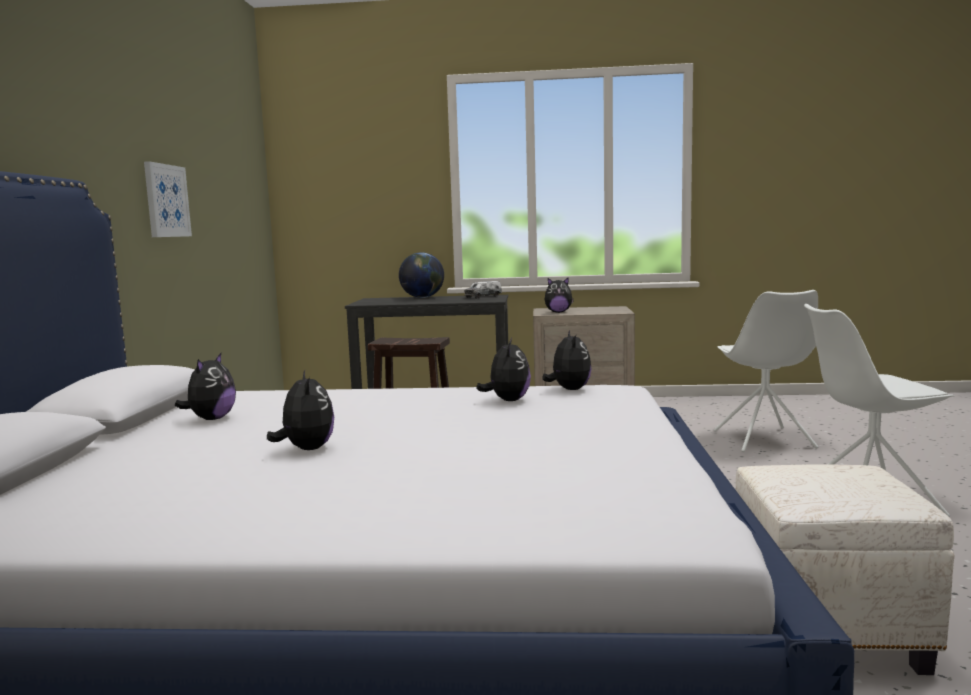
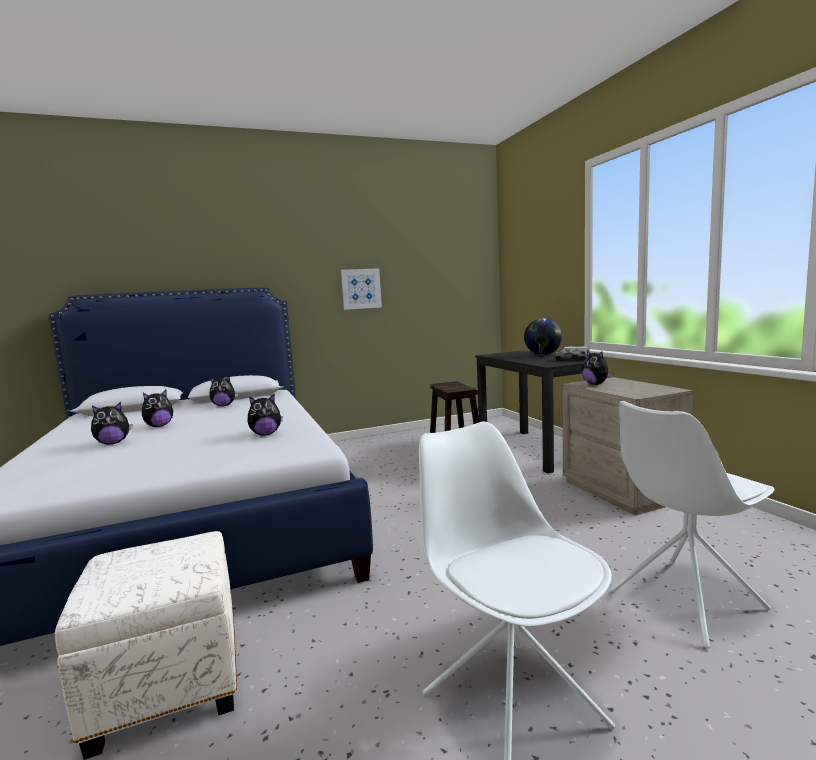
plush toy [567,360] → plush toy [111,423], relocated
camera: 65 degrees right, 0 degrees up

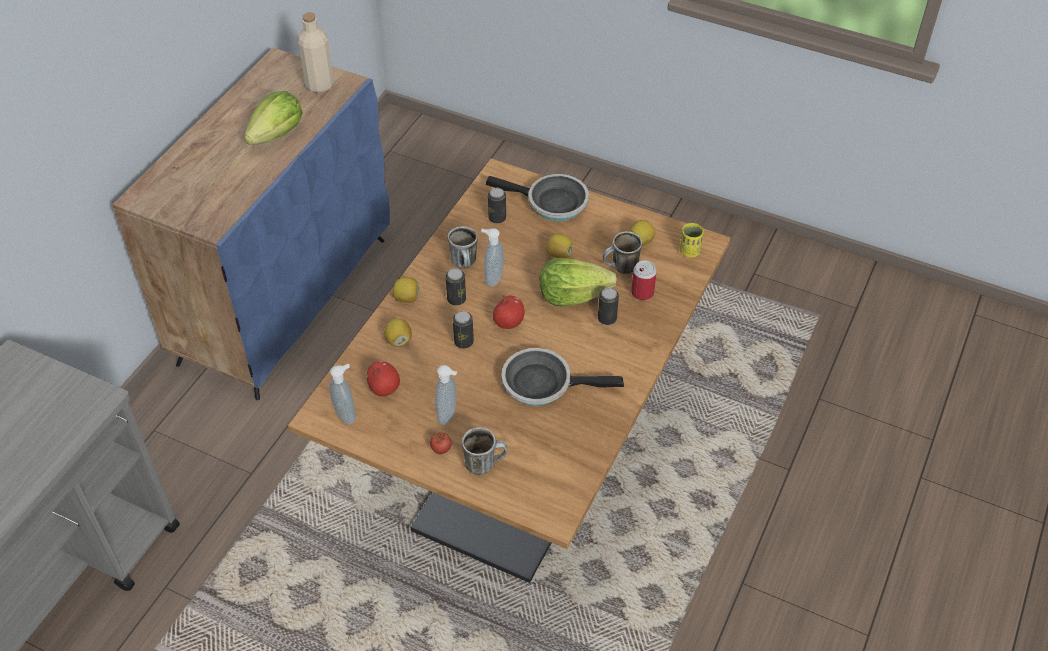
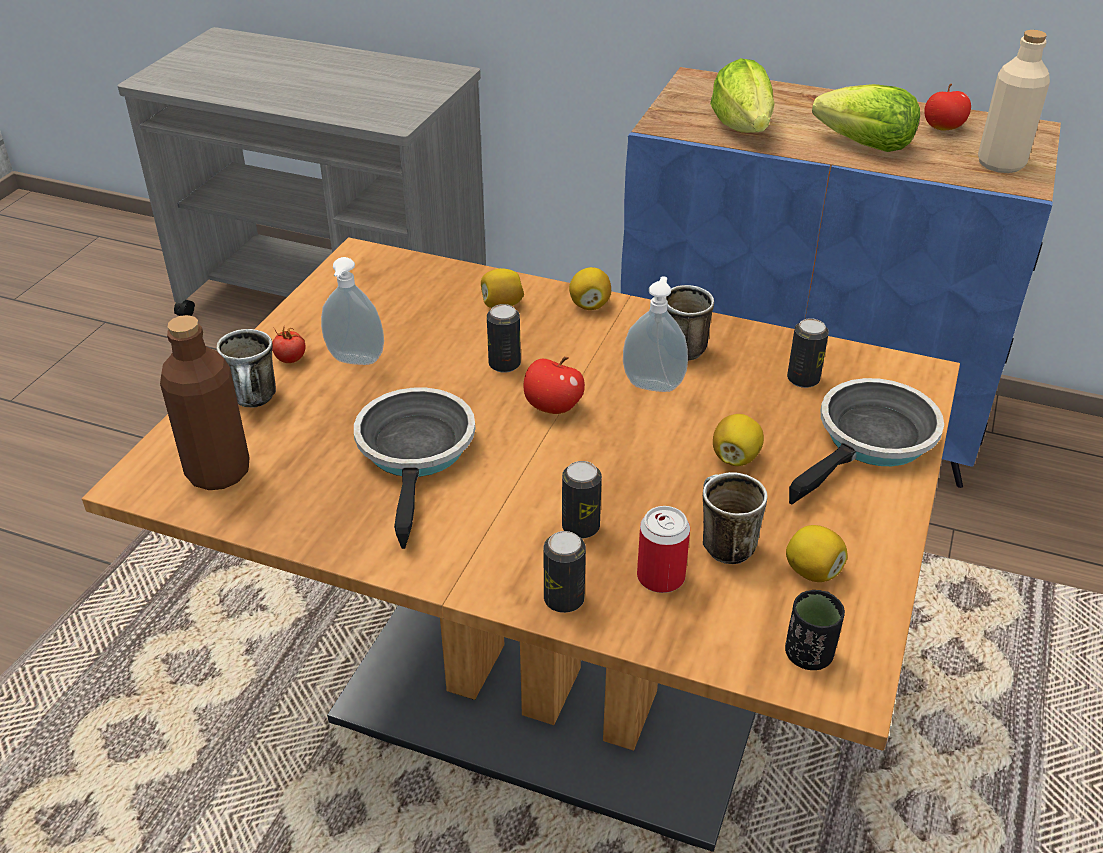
frying pan [537,197] → frying pan [866,441], 150 degrees counterclockwise
cup in yellow [692,240] → cup in black [815,630]
lettuce [578,282] → lettuce [742,95], relocated
can [456,286] → can [564,572], relocated
apple [383,379] → apple [947,107], relocated
soap dispenser [342,394] → -
- → bottle in brown [204,402]
camera: 85 degrees right, 10 degrees down

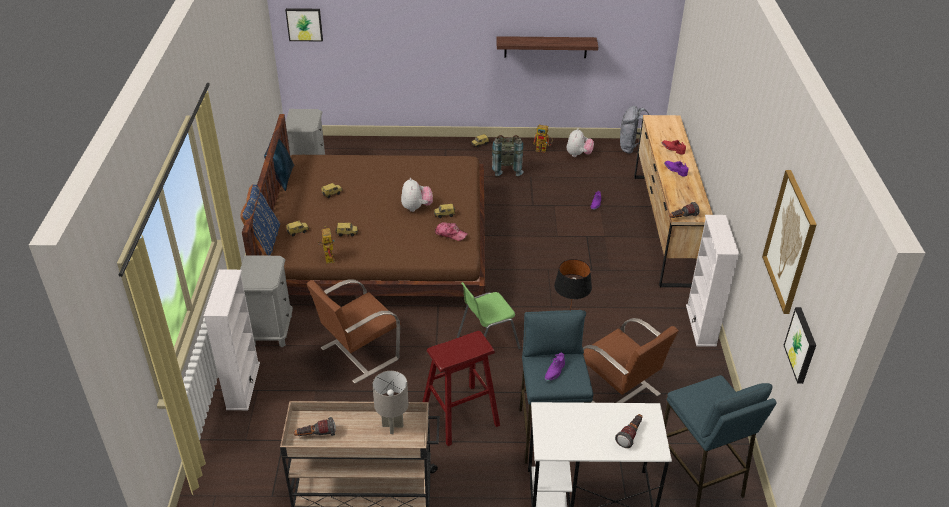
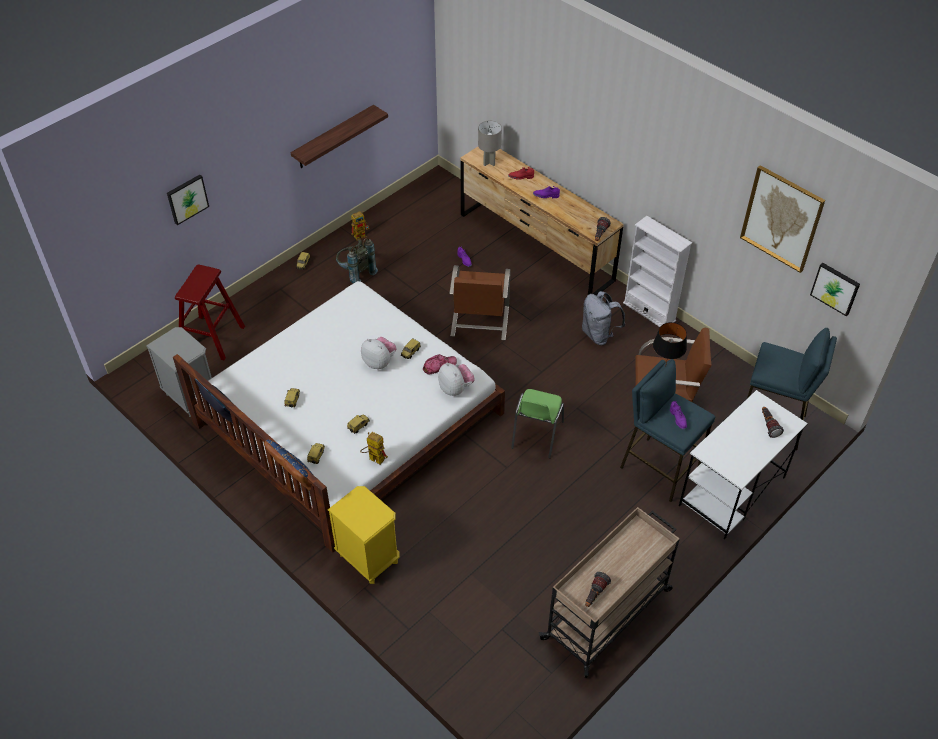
picture [304,25] → picture [188,200], relocated
backpack in grey [635,130] → backpack in grey [603,318], relocated
bed in brown [363,205] → bed in white [339,417]
plush toy [580,142] → plush toy [456,379], relocated
nightstand in grey [266,301] → nightstand in yellow [364,535]
bookcase in white [232,339] → -
chair in brown [353,331] → chair in brown [479,302], relocated
stool in red [461,388] → stool in red [210,312], relocated
table lamp in grey [390,402] → table lamp in grey [490,143], relocated
camera: 45 degrees left, 10 degrees up

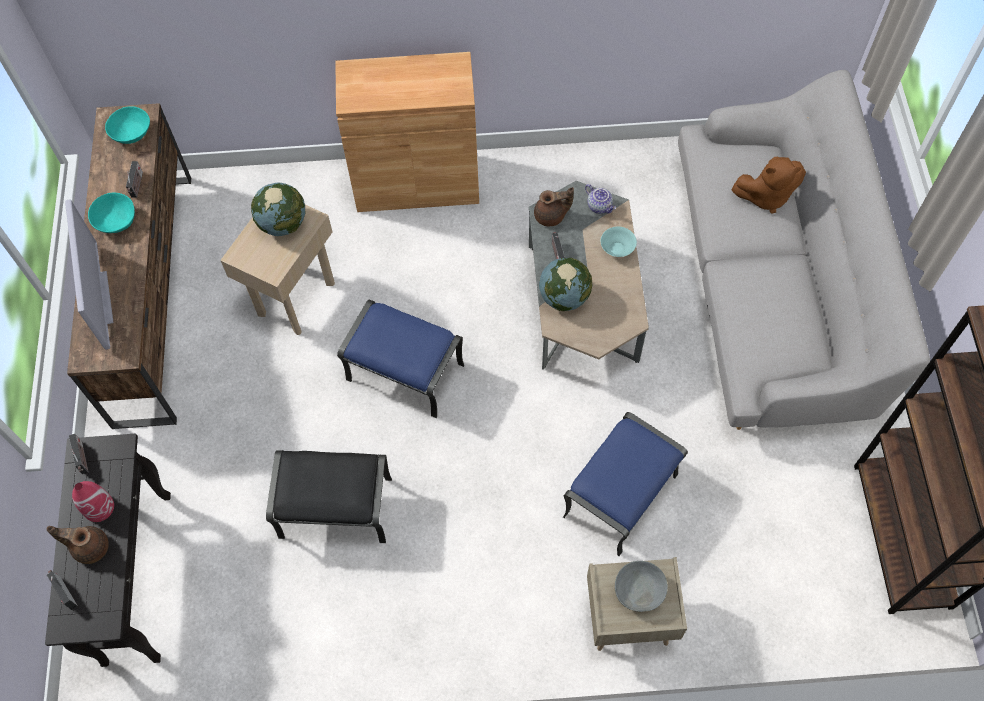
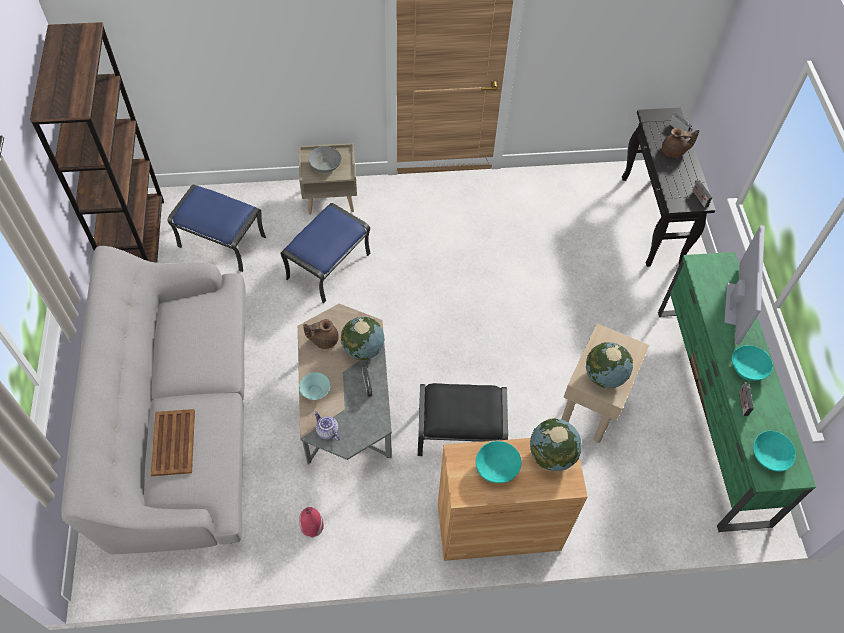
tv stand in brown [129,266] → tv stand in green [737,392]
plush toy in brown [768,185] → tray in brown [173,442]
teapot in brown [554,207] → teapot in brown [321,334], relocated
television [89,275] → television [744,284], 150 degrees counterclockwise
ottoman in blue [400,359] → ottoman in blue [217,228], relocated
ottoman in black [329,496] → ottoman in black [463,419], relocated
vase in red [93,501] → vase in red [311,522], relocated
- → globe [556,444]
- → bowl in turquoise [498,462]
camera: 175 degrees right, 5 degrees down

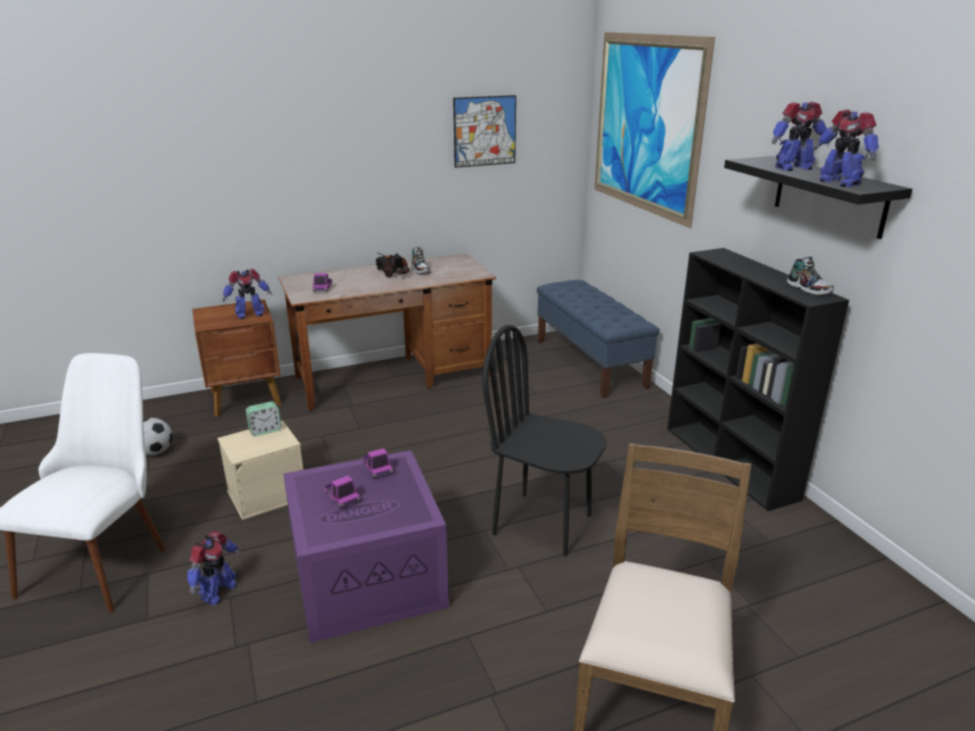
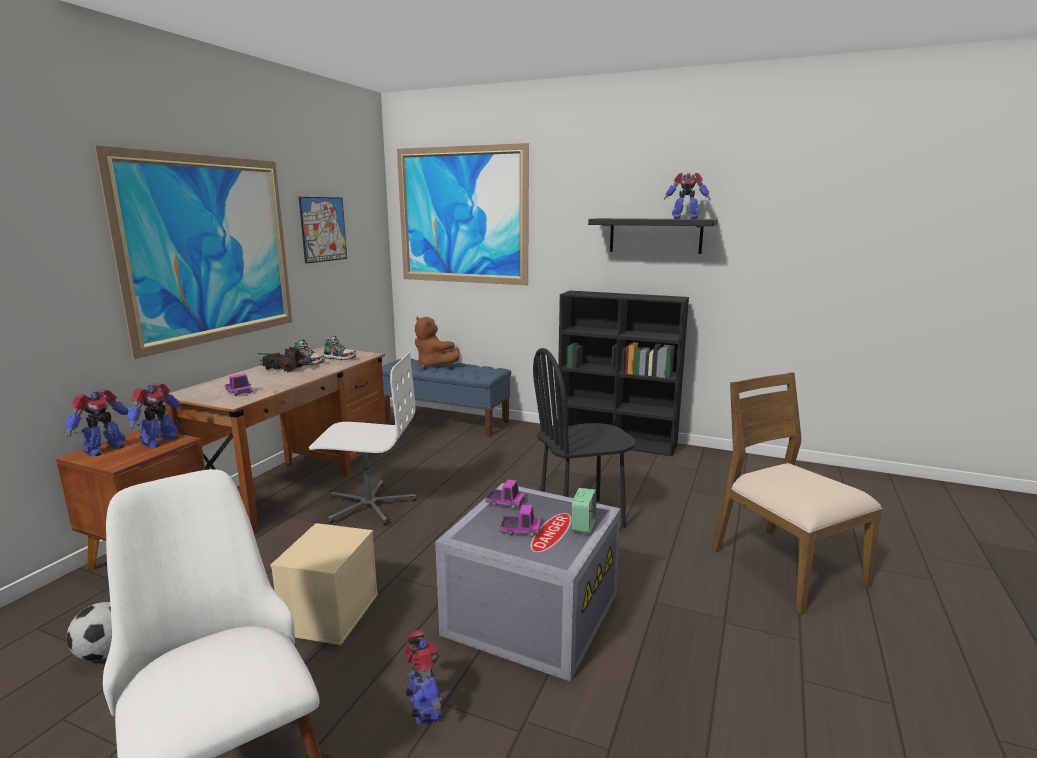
toy robot [799,136] → toy robot [97,423], relocated
shoe [810,276] → shoe [340,348], relocated
alarm clock [264,419] → alarm clock [584,511], relocated
storage box in purple [366,546] → storage box in grey [528,582]
- → picture [193,252]
- → plush toy in brown [437,342]
- → office chair in white [362,439]
camera: 45 degrees left, 10 degrees down

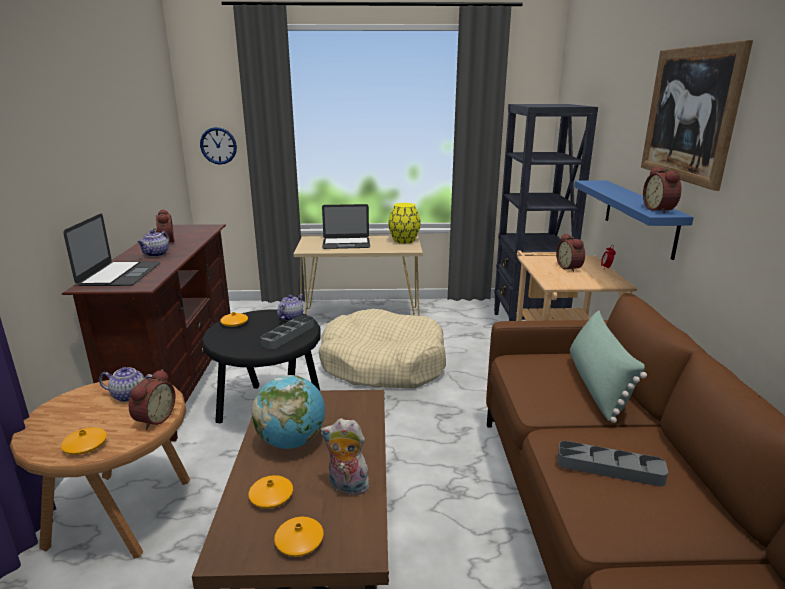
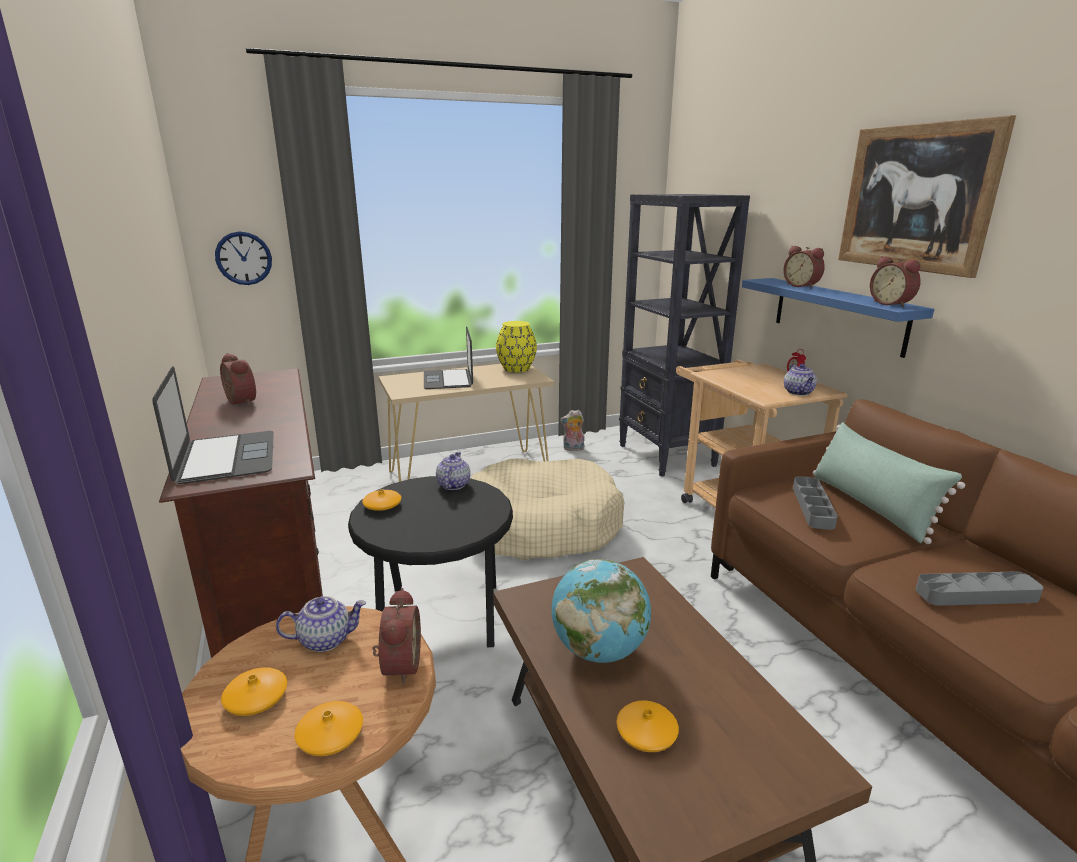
laptop [346,226] → laptop [448,357], 105 degrees clockwise
teapot [153,243] → teapot [800,380], relocated
alarm clock [570,252] → alarm clock [804,267], relocated
tray in grey [287,332] → tray in grey [815,503], relocated
plush toy [347,456] → plush toy [572,430], relocated
vase in orange [299,537] → vase in orange [254,691], relocated
camera: 20 degrees left, 0 degrees up

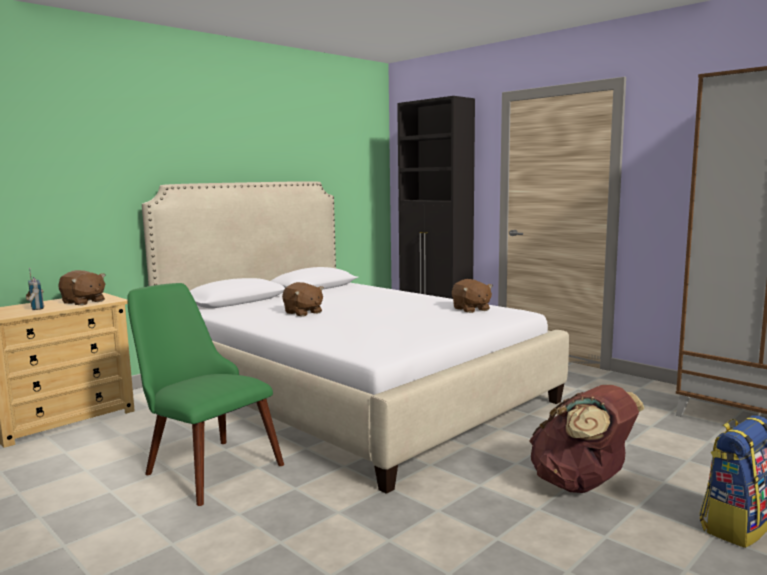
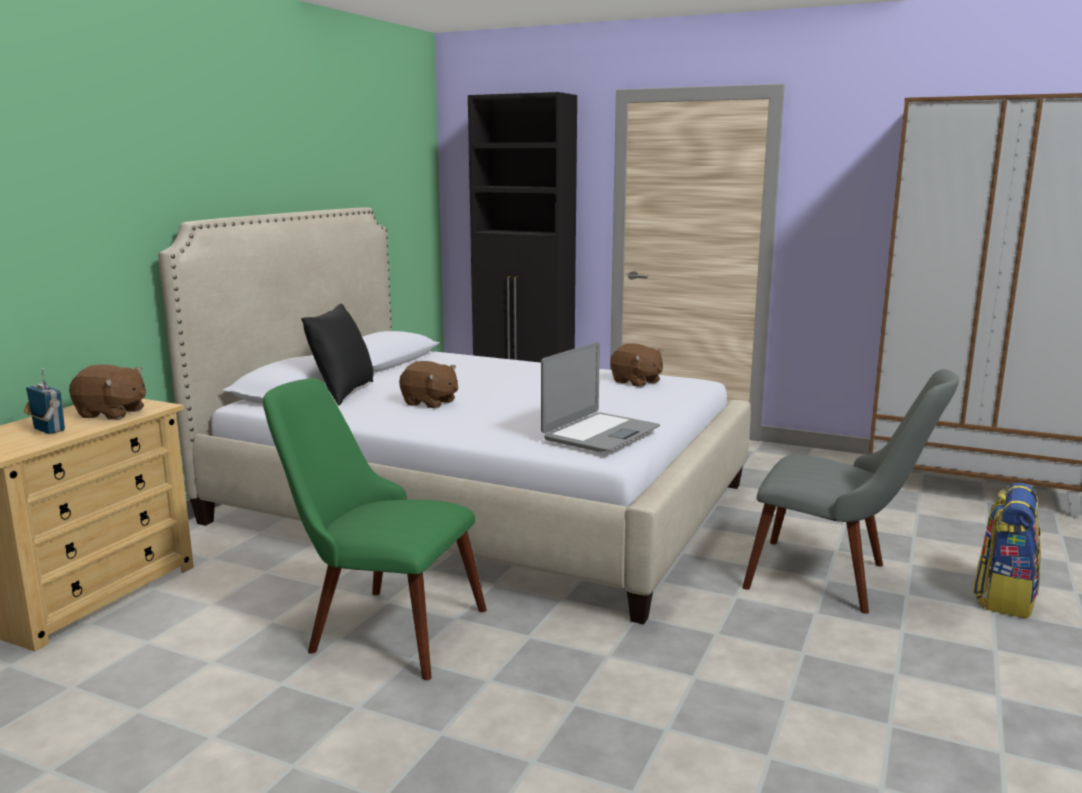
backpack in brown [587,439] → chair in grey [850,491]
- → pillow in black [337,355]
- → laptop [600,397]
camera: 20 degrees left, 5 degrees up

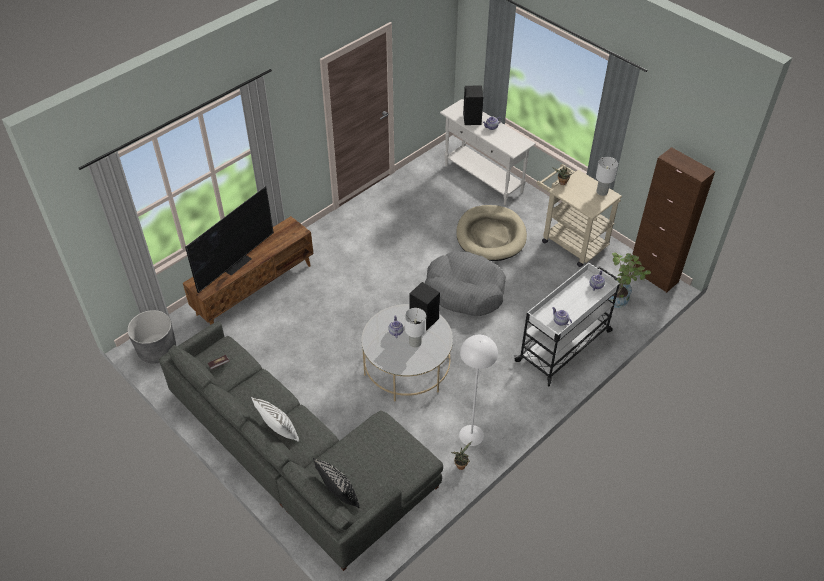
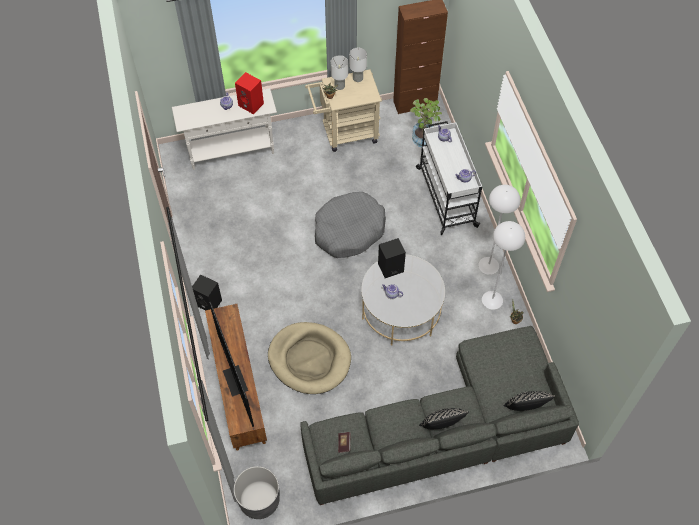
speaker in black [473,105] → speaker in black [207,292], relocated
dog bed in beige [491,233] → dog bed in beige [309,358], relocated
table lamp in white [415,328] → table lamp in white [339,72], relocated
pillow in white [275,419] → pillow in black [444,418]
- → speaker in red [249,93]
- → floor lamp in white [499,230]
camera: 60 degrees left, 10 degrees up

